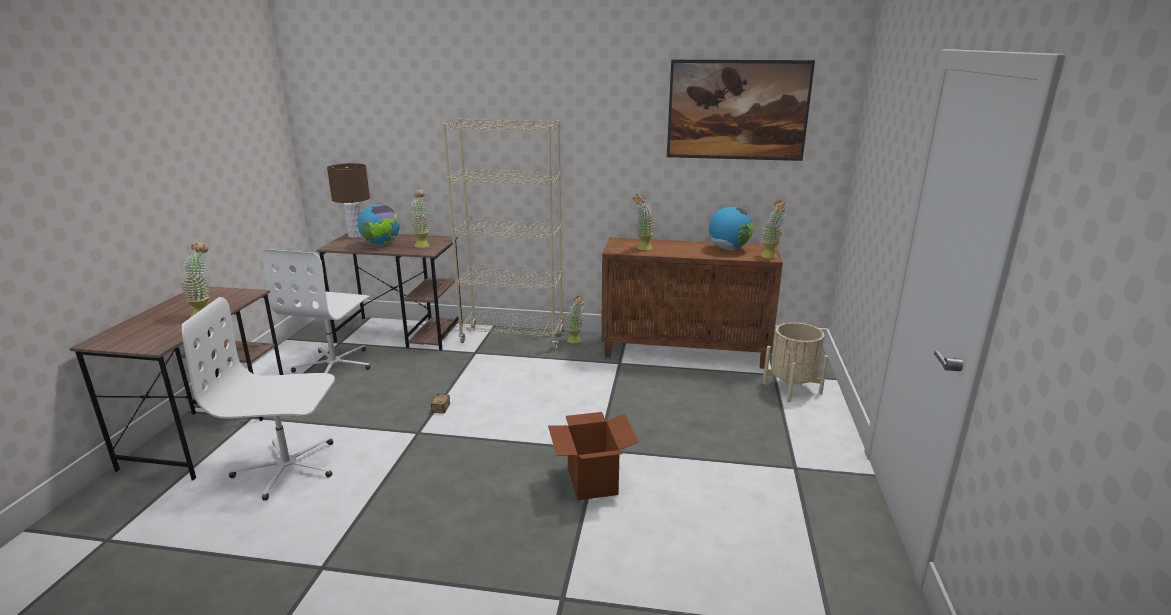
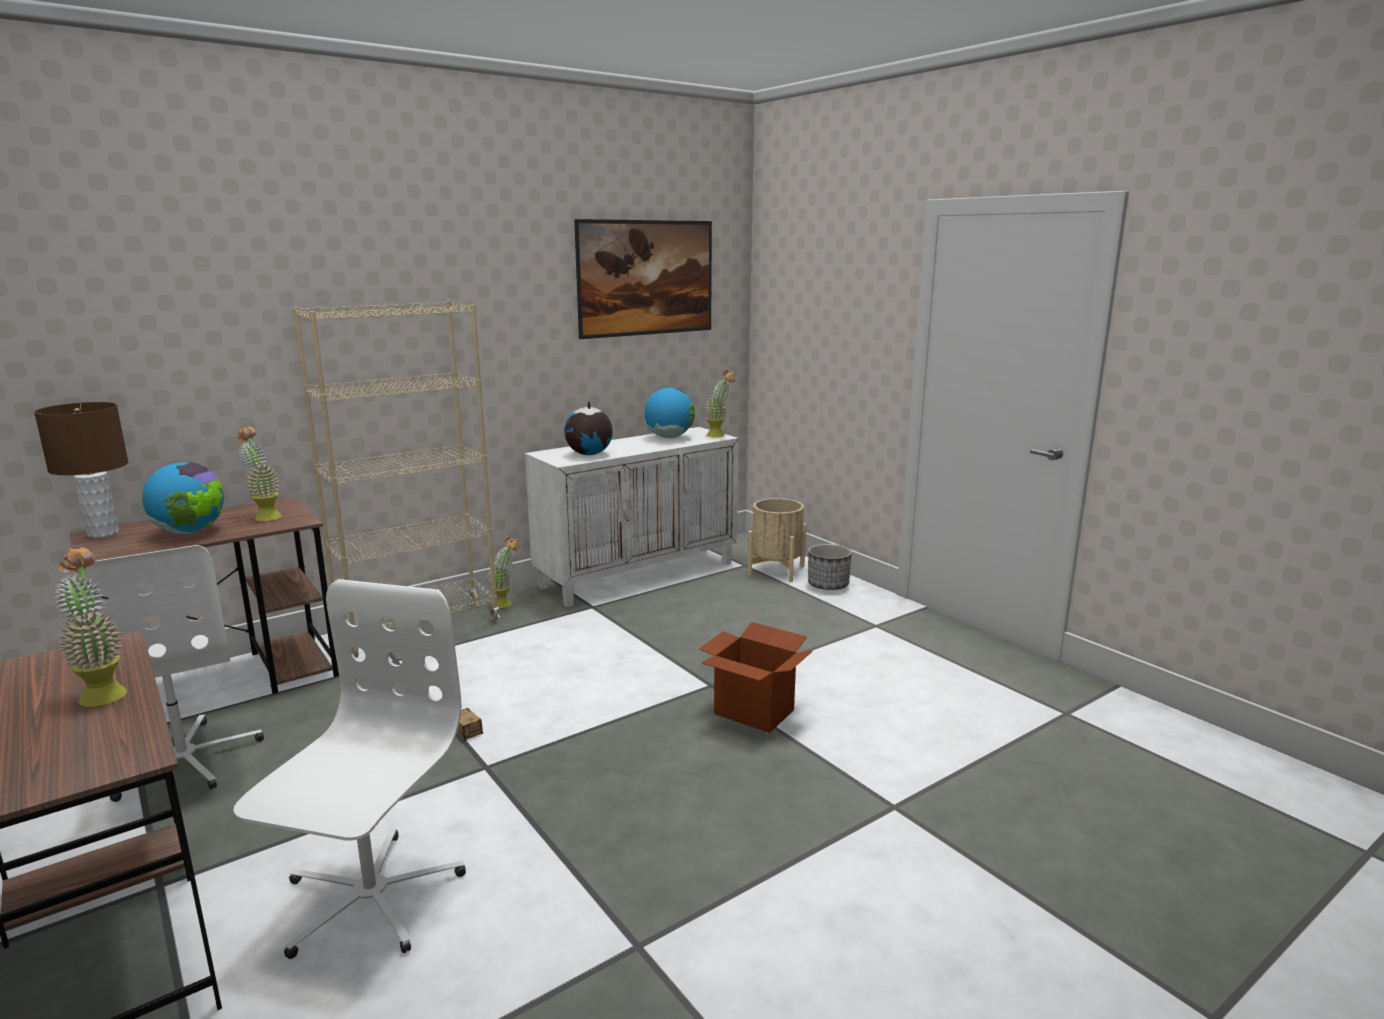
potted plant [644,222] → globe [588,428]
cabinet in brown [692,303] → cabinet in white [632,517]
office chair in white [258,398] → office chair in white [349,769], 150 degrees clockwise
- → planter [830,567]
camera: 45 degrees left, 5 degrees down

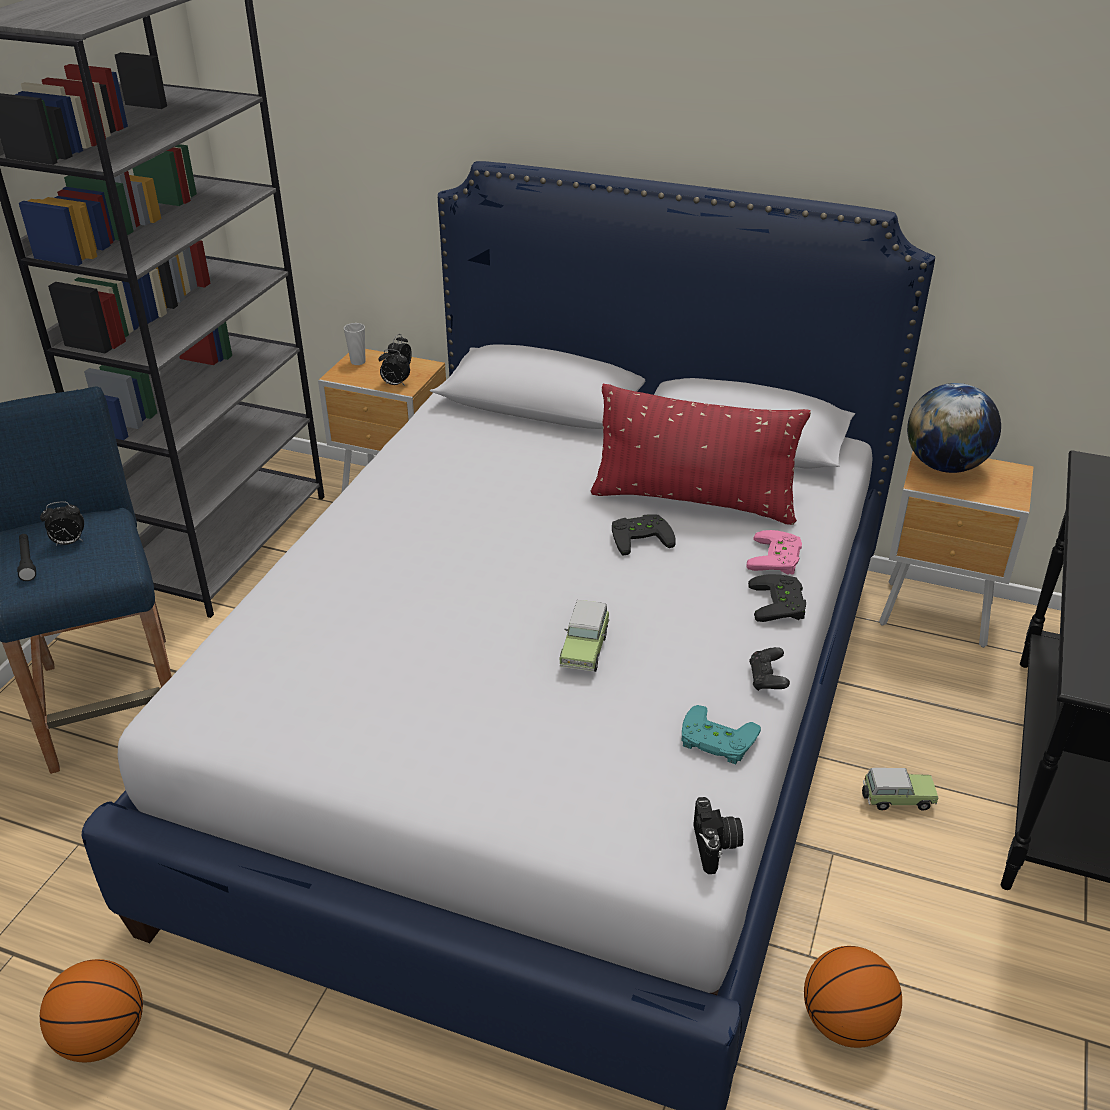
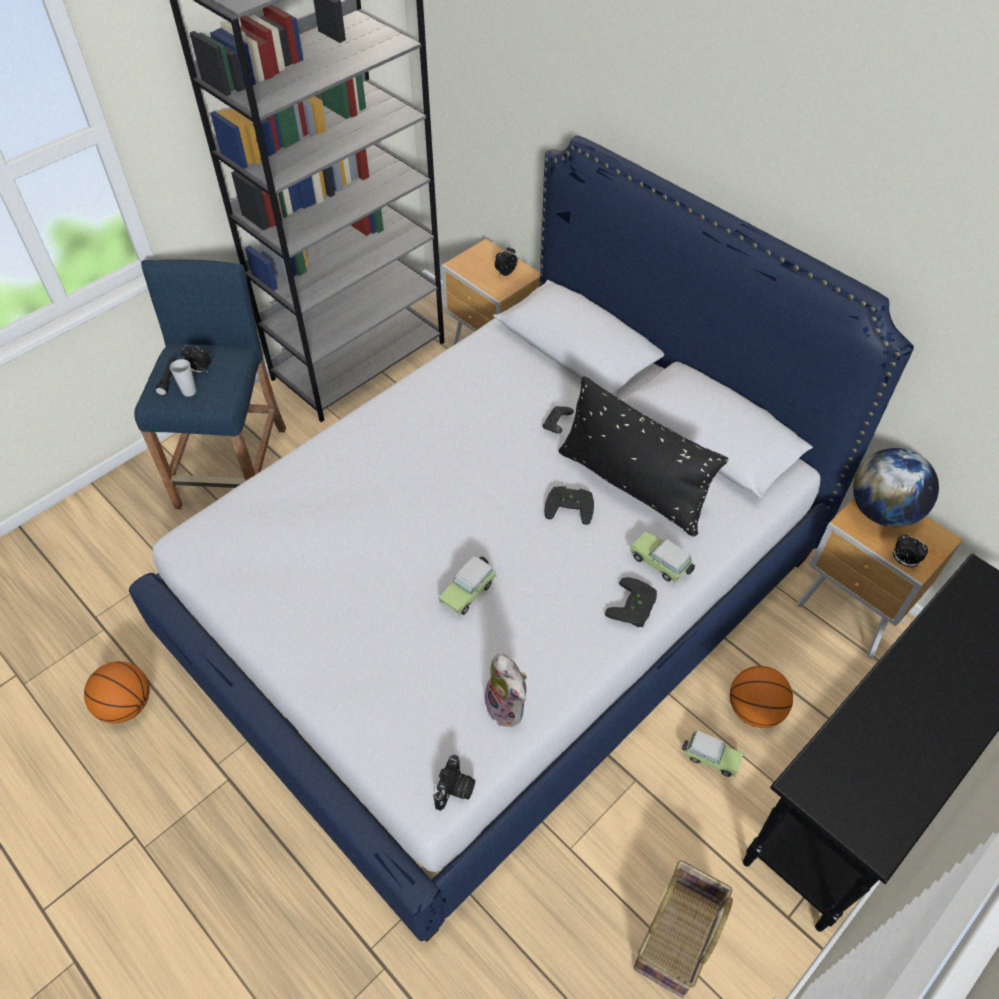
cup [354,344] → cup [183,378], relocated
alarm clock [394,367] → alarm clock [910,551], relocated
pillow in red [701,454] → pillow in black [643,456]
game controller in pink [774,552] → toy car [662,557]
game controller in black [769,669] → game controller in black [558,420], relocated
game controller in turquoise [721,734] → plush toy [506,690]
basketball [853,997] → basketball [761,697], relocated
- → basket [683,929]
camera: 25 degrees right, 15 degrees up

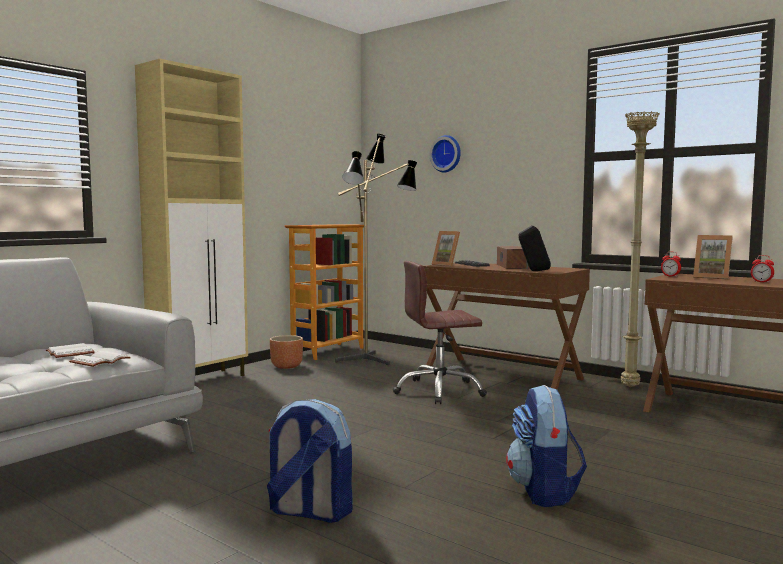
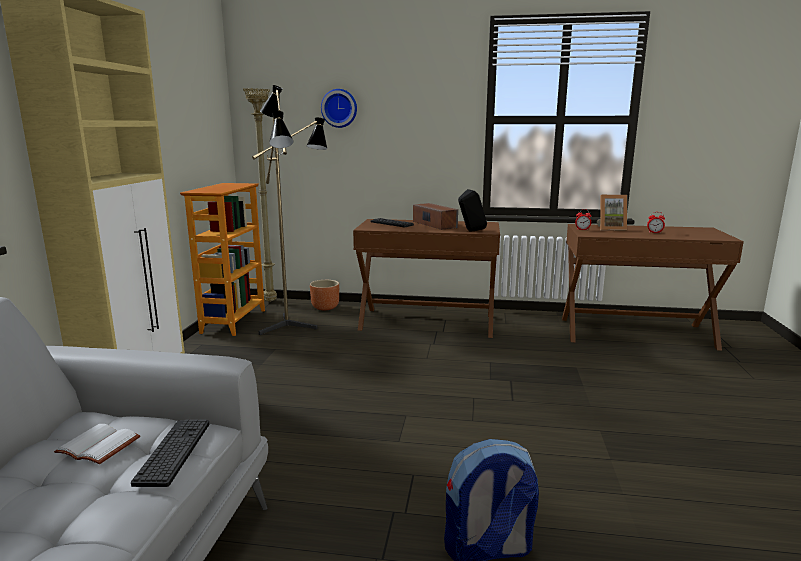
floor lamp in beige [640,249] → floor lamp in beige [260,195], relocated
picture frame [446,249] → -
office chair in brown [440,332] → -
planter in brown [286,352] → planter in brown [324,295], relocated
book in white [100,359] → keyboard [170,453]
backpack [546,446] → -
camera: 30 degrees left, 10 degrees up

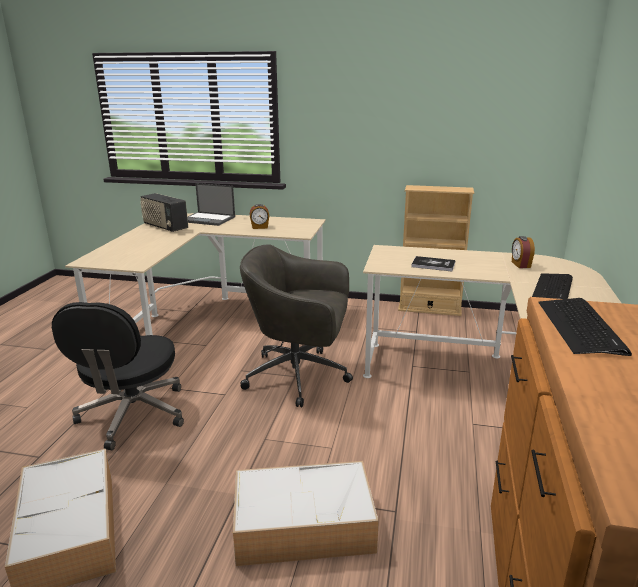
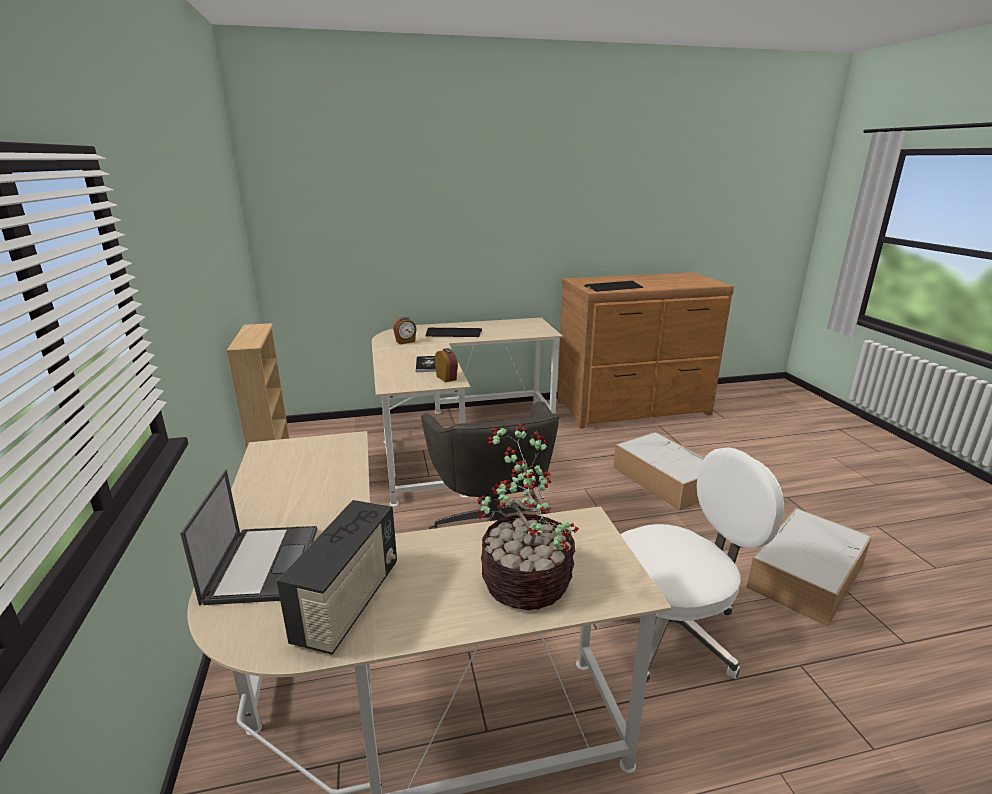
alarm clock [259,216] → alarm clock [446,365], relocated
office chair in black [118,376] → office chair in white [702,566]
- → potted plant [528,516]
camera: 115 degrees left, 0 degrees up

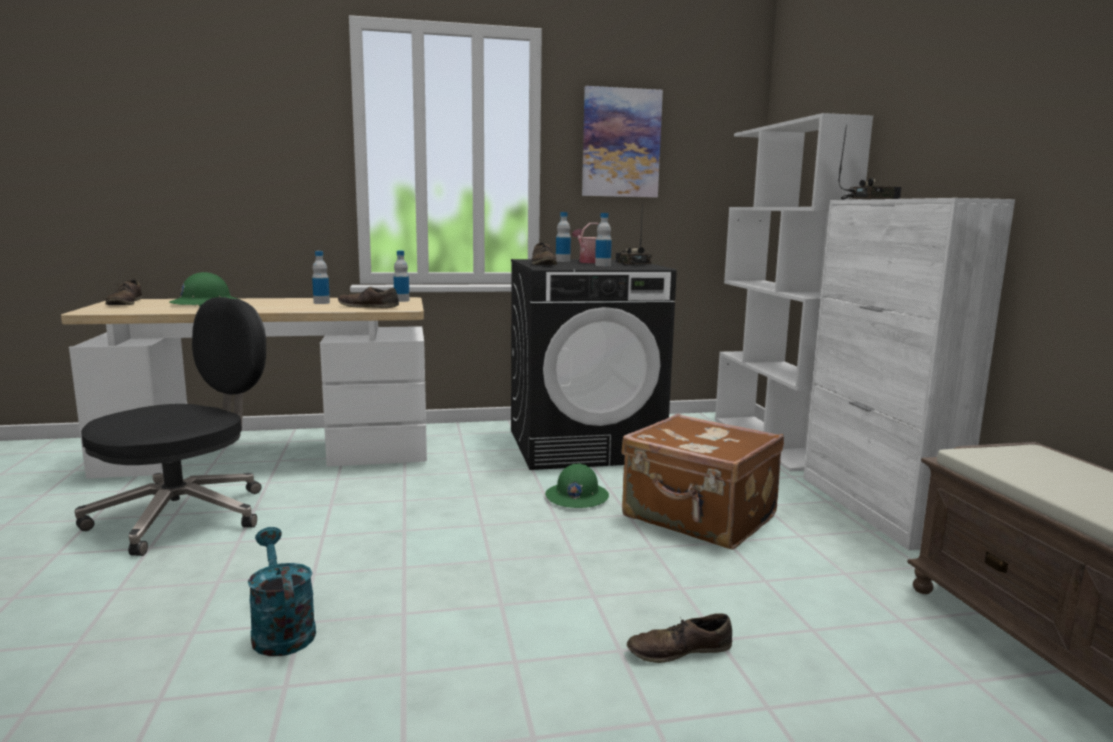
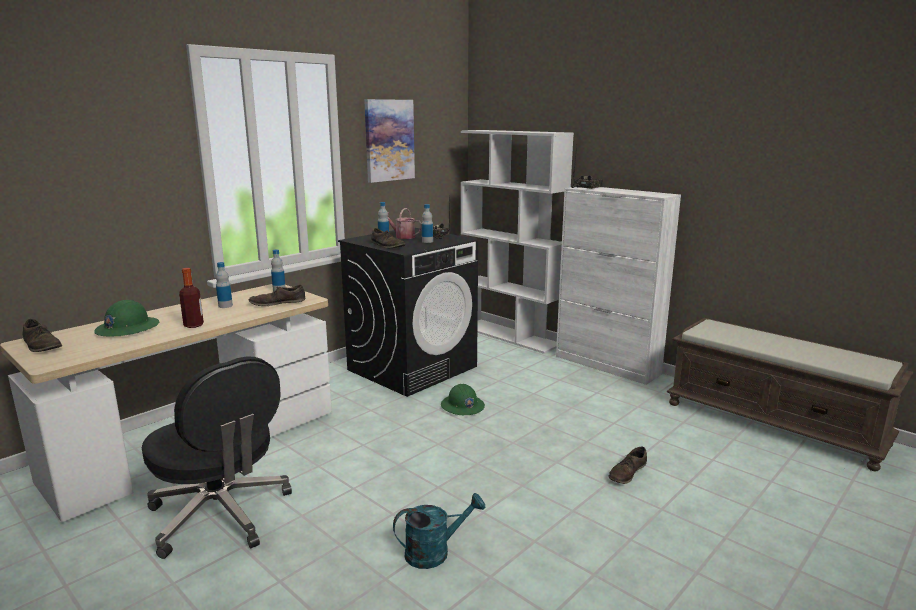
office chair in black [170,426] → office chair in black [217,457], 135 degrees clockwise
suitcase in brown [703,482] → -
watering can in turquoise [282,591] → watering can in turquoise [439,531], 135 degrees clockwise
- → bottle [191,298]
camera: 35 degrees left, 5 degrees up

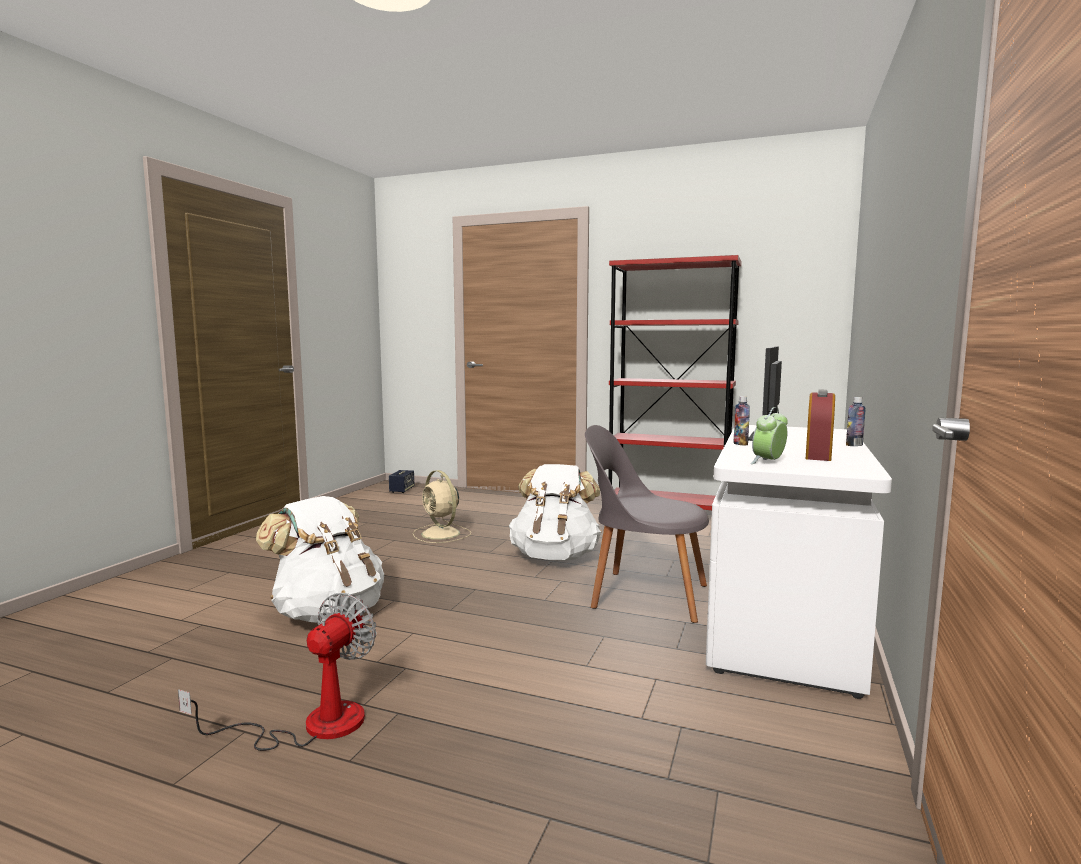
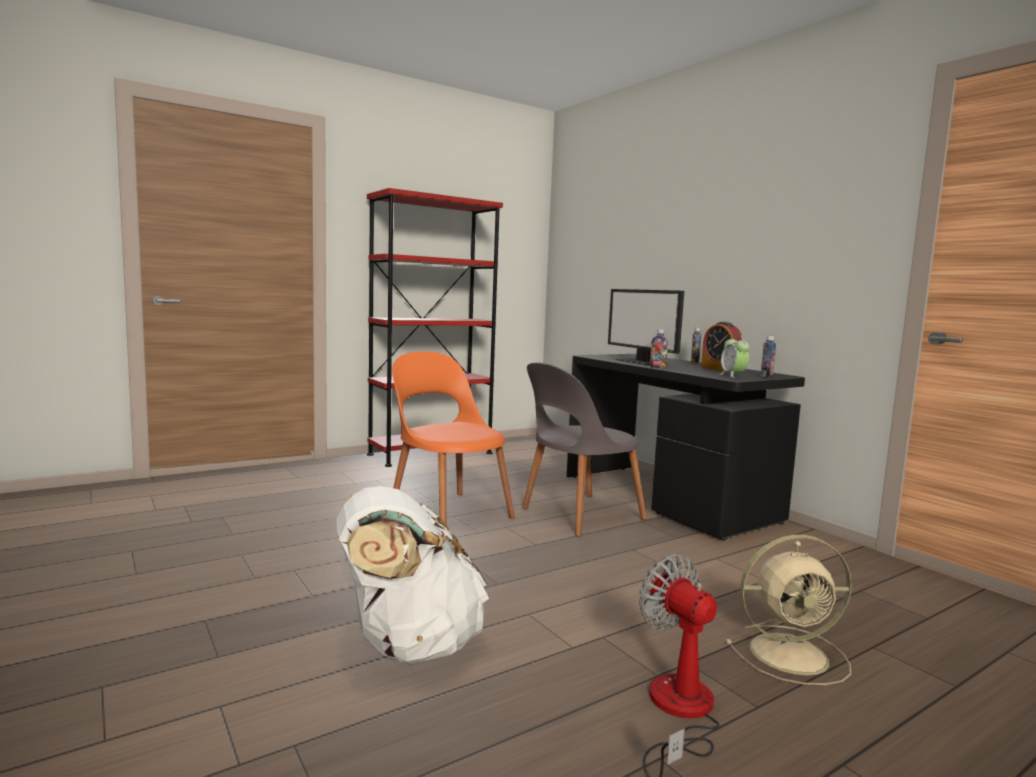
desk in white [799,562] → desk in black [685,447]
backpack in white [555,512] → chair in orange [453,437]
speaker [401,481] → -
fan in beige [441,506] → fan in beige [788,610], relocated
- → bottle [768,357]
camera: 55 degrees left, 0 degrees up

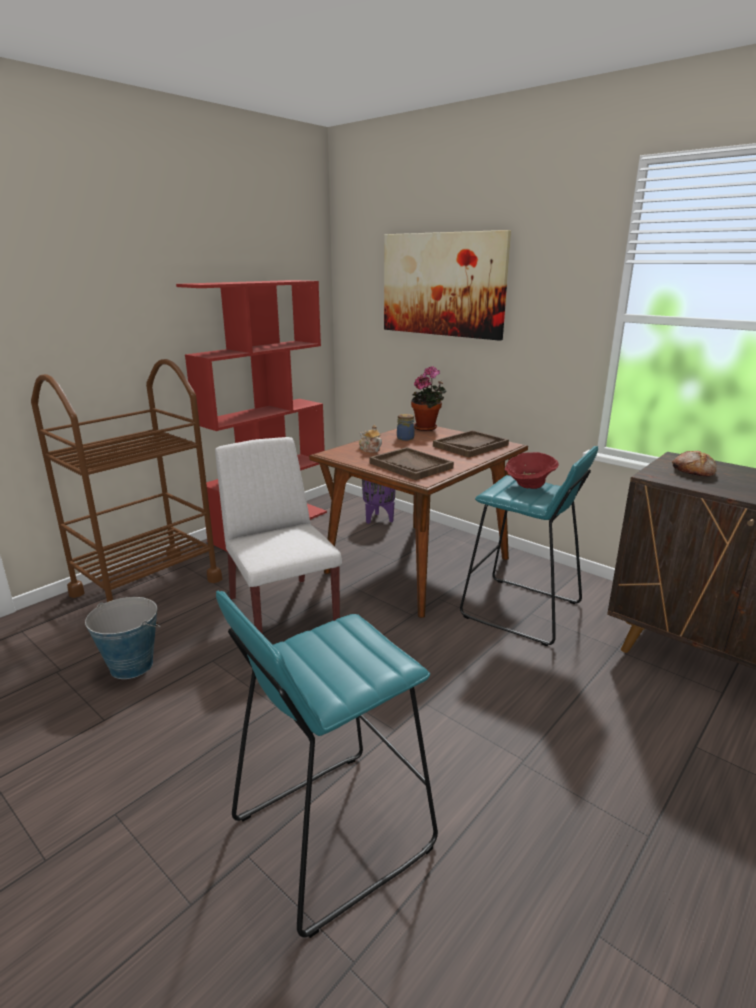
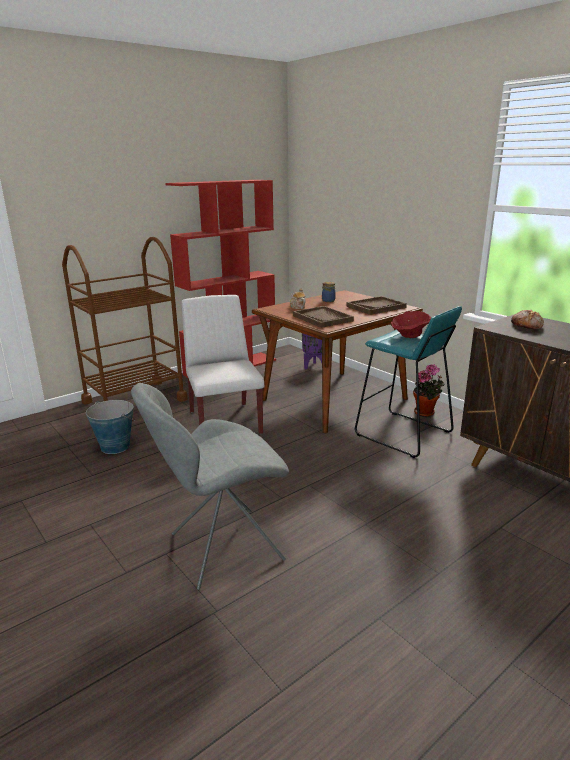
picture [447,285] → -
potted plant [429,398] → potted plant [429,390], relocated
stool in turquoise [327,764] → chair in grey [210,486]
camera: 10 degrees right, 0 degrees up

